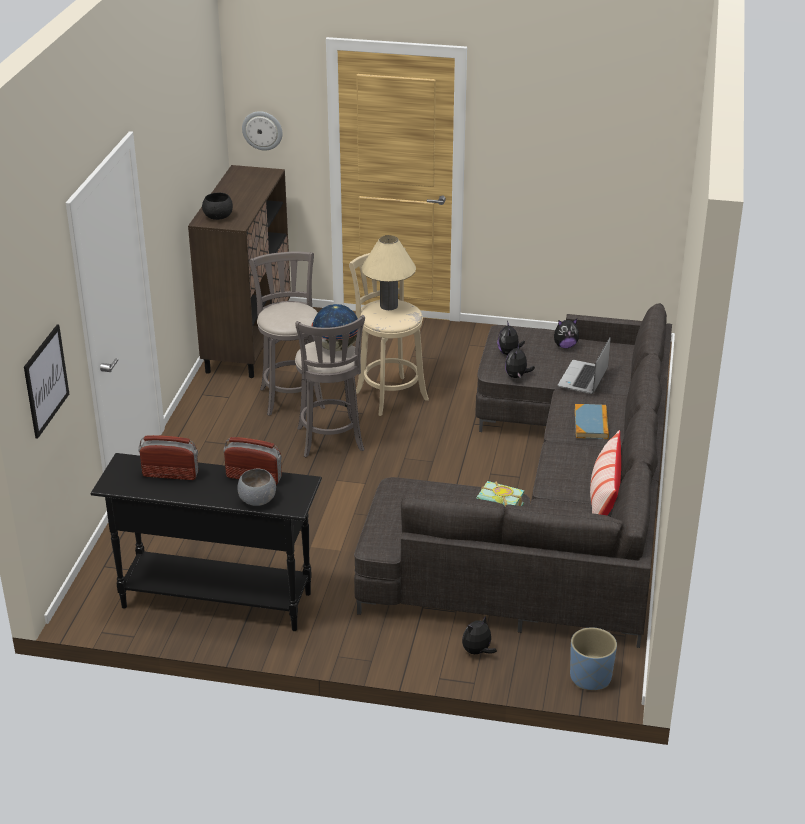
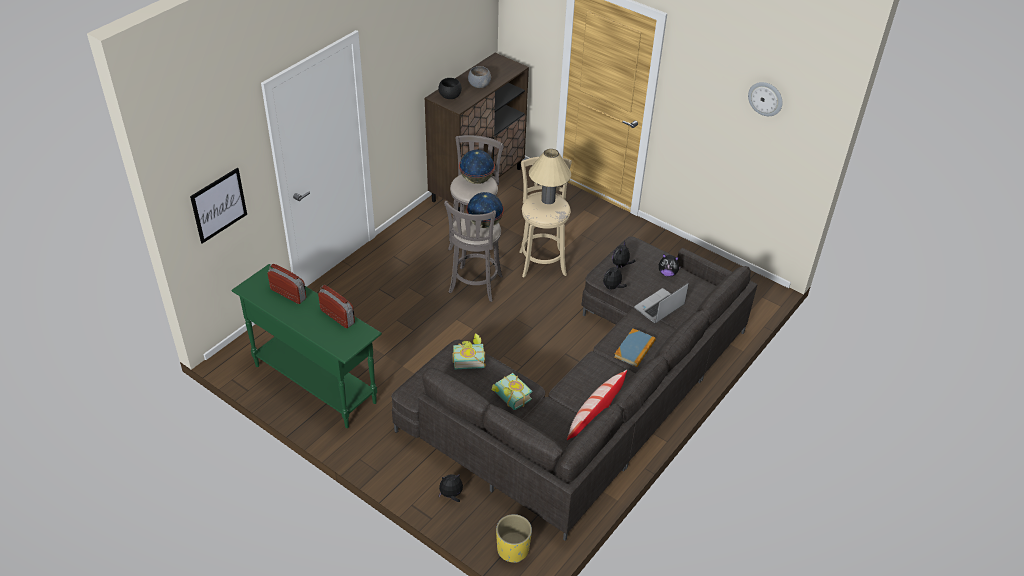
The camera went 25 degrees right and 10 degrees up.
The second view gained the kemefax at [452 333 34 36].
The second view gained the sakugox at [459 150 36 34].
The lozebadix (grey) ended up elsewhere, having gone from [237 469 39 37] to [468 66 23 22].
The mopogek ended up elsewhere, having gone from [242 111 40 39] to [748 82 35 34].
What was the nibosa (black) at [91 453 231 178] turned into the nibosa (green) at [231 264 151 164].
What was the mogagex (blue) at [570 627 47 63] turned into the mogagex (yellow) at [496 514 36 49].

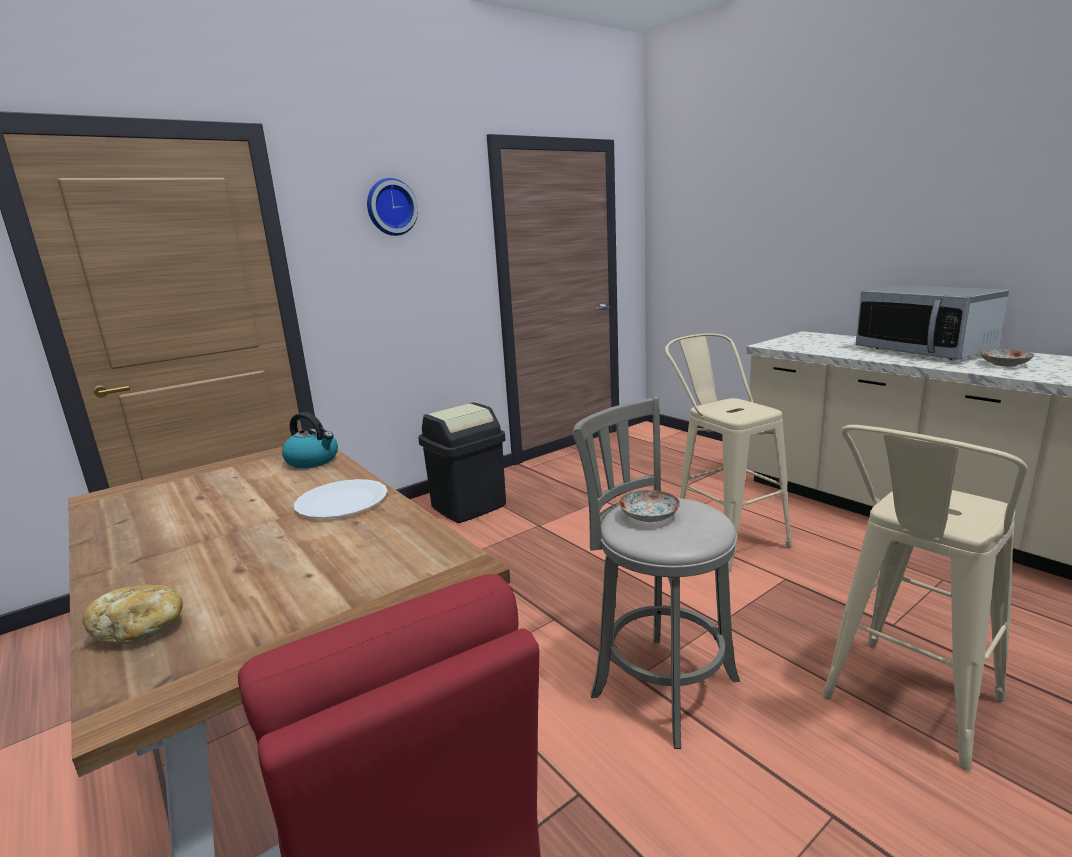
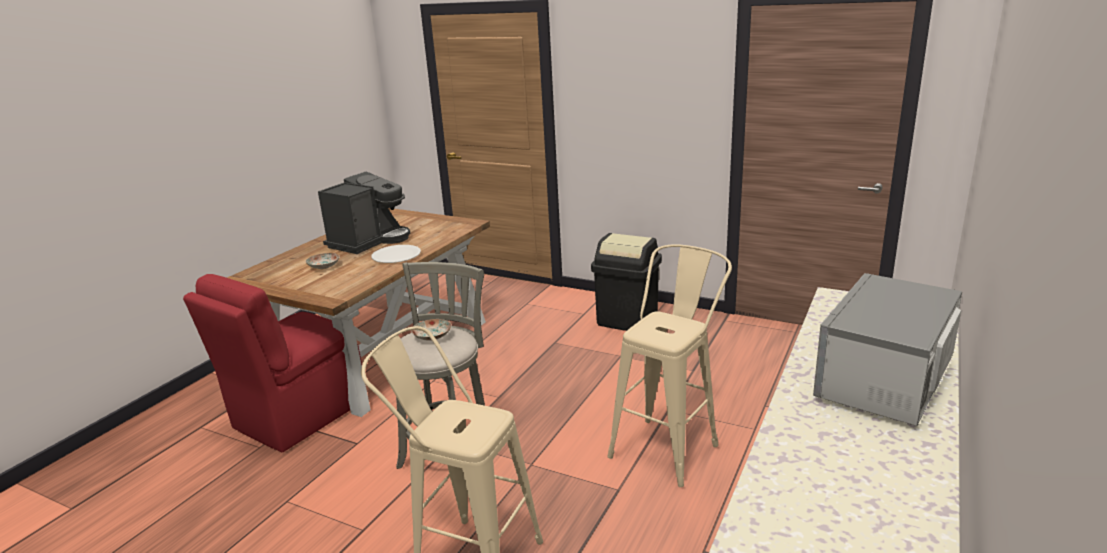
The camera went 65 degrees right and 5 degrees up.
The second view lost the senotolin at [82 585 101 59].
The second view lost the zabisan at [282 412 56 56].
The second view lost the mopogek at [367 178 51 58].
The second view gained the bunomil at [318 171 92 83].
The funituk ended up elsewhere, having gone from [980 349 54 18] to [306 253 34 16].

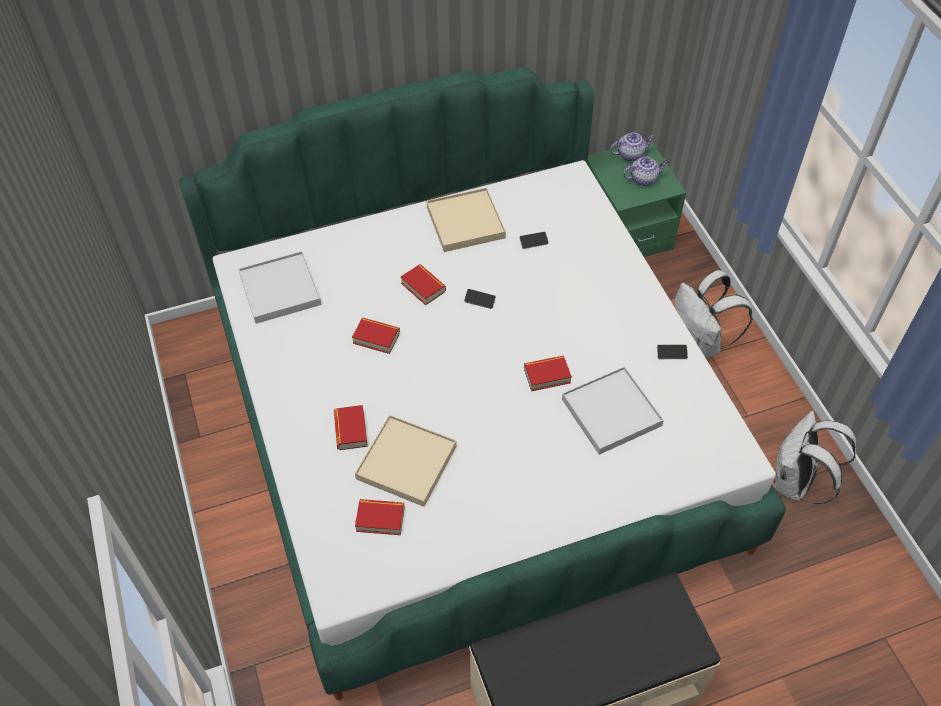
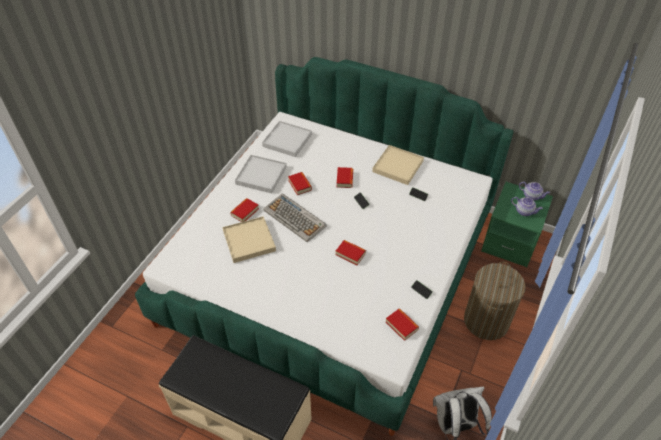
The camera went 45 degrees right and 5 degrees down.
The second view gained the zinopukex at [263 193 64 49].
The kemefax ended up elsewhere, having gone from [355 499 50 36] to [386 309 33 32].
The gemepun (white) ended up elsewhere, having gone from [562 366 102 89] to [235 155 52 38].
Where the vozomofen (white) stood at [675 270 77 88], the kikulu came to stand at [464 262 61 78].

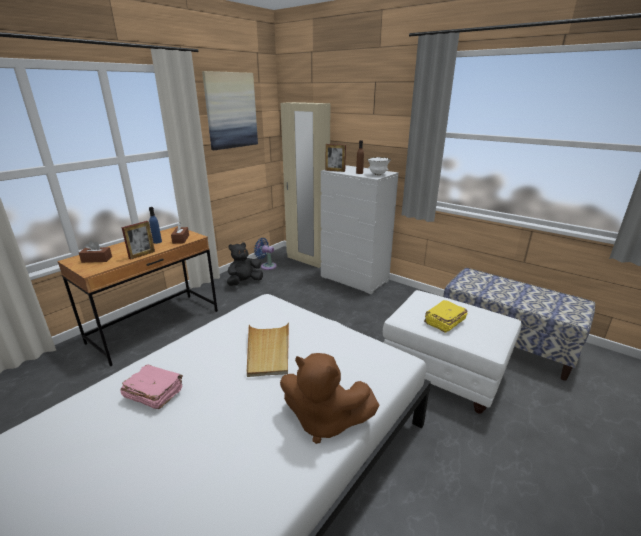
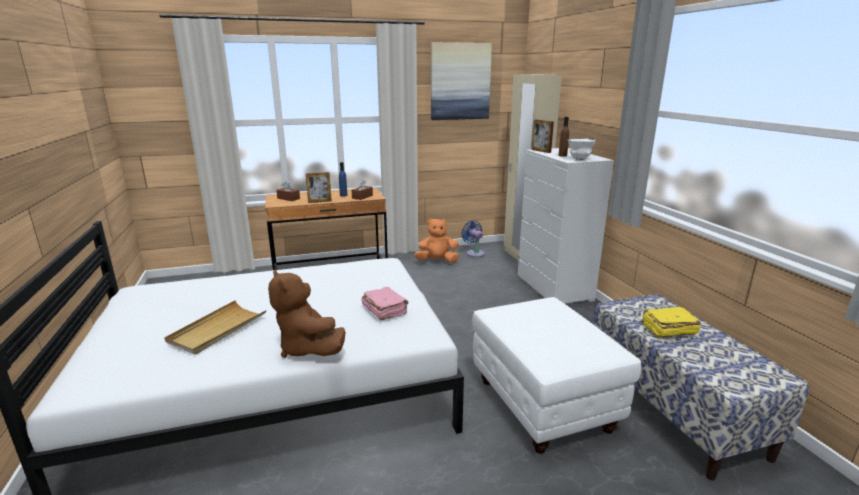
The camera went 35 degrees right and 5 degrees down.
The kemefax (pink) ended up elsewhere, having gone from [120 364 63 45] to [361 287 48 33].
The gemepun (beige) ended up elsewhere, having gone from [247 322 42 55] to [164 300 103 55].
The kemefax (yellow) ended up elsewhere, having gone from [424 300 44 33] to [642 307 59 31].
What was the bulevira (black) at [227 242 36 44] turned into the bulevira (orange) at [415 218 44 45].

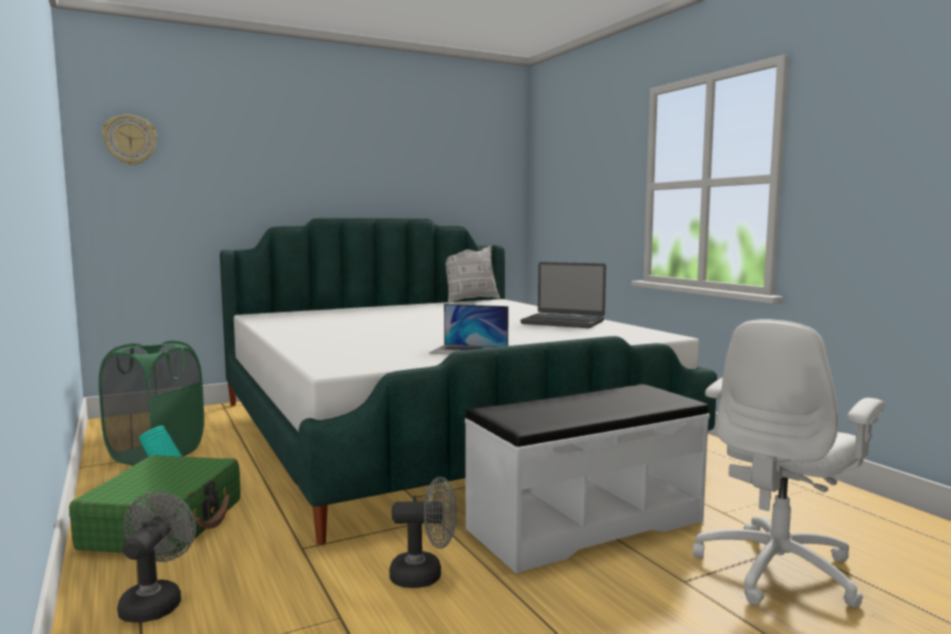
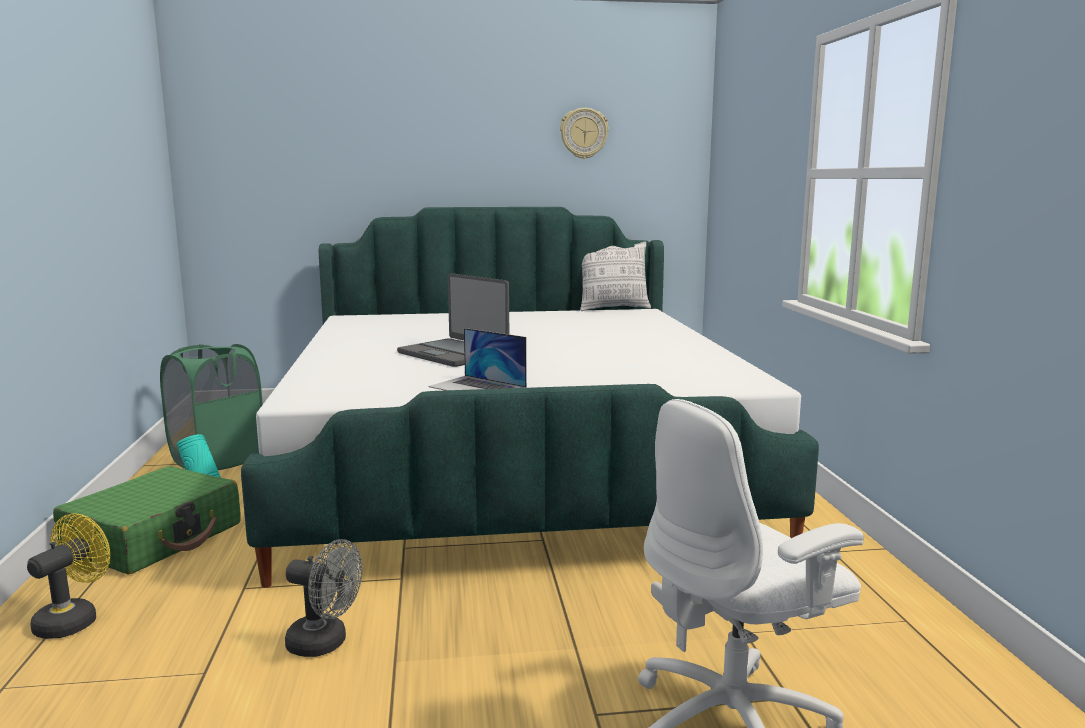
The camera went 20 degrees right and 5 degrees up.
The second view lost the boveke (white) at [465 384 245 190].
The mopogek ended up elsewhere, having gone from [102 114 55 51] to [560 108 49 51].
The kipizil ended up elsewhere, having gone from [520 262 86 66] to [397 273 112 94].
What was the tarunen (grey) at [117 491 79 132] turned into the tarunen (yellow) at [27 513 83 126].

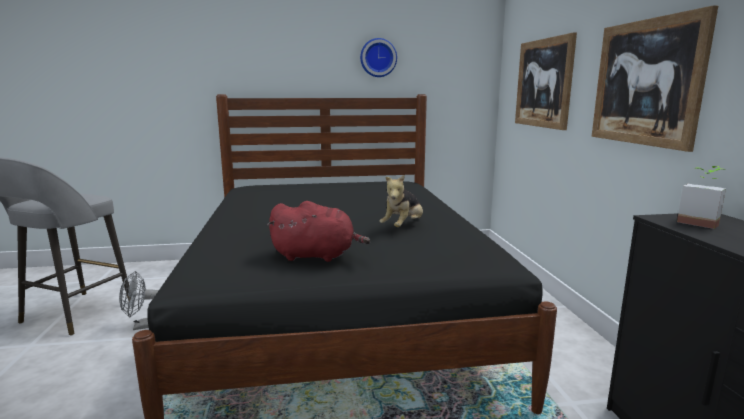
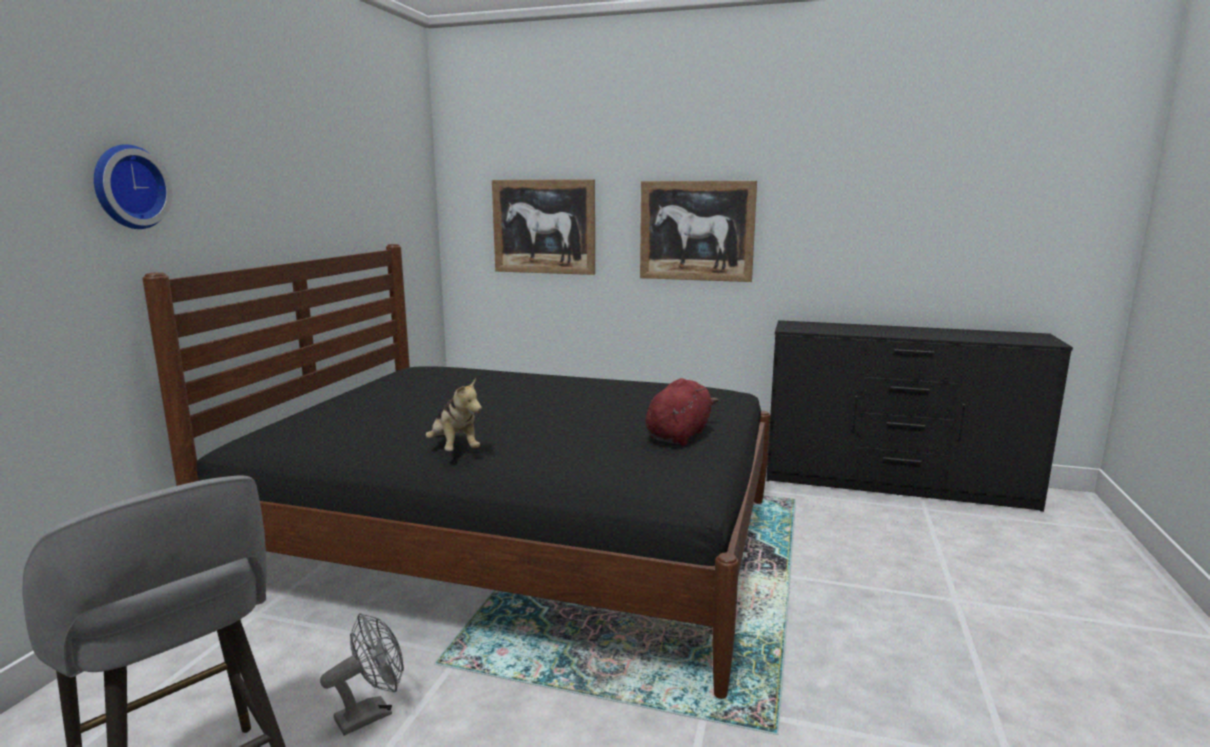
The camera went 65 degrees left and 0 degrees up.
The second view lost the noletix at [677 166 49 63].
The mopogek ended up elsewhere, having gone from [360 38 37 39] to [94 144 78 85].
The bulevira ended up elsewhere, having gone from [379 174 44 53] to [426 378 56 73].
The tarunen (grey) at [119 271 40 59] ended up facing another way, 135 degrees counterclockwise from before.

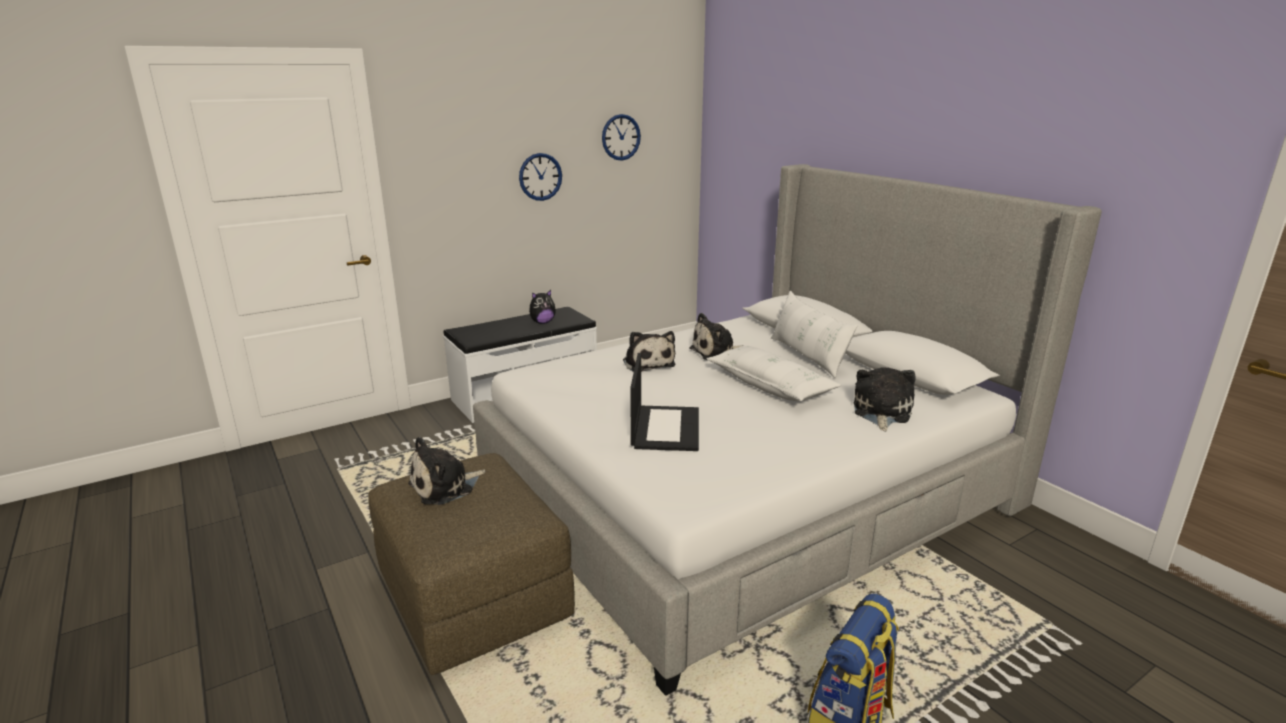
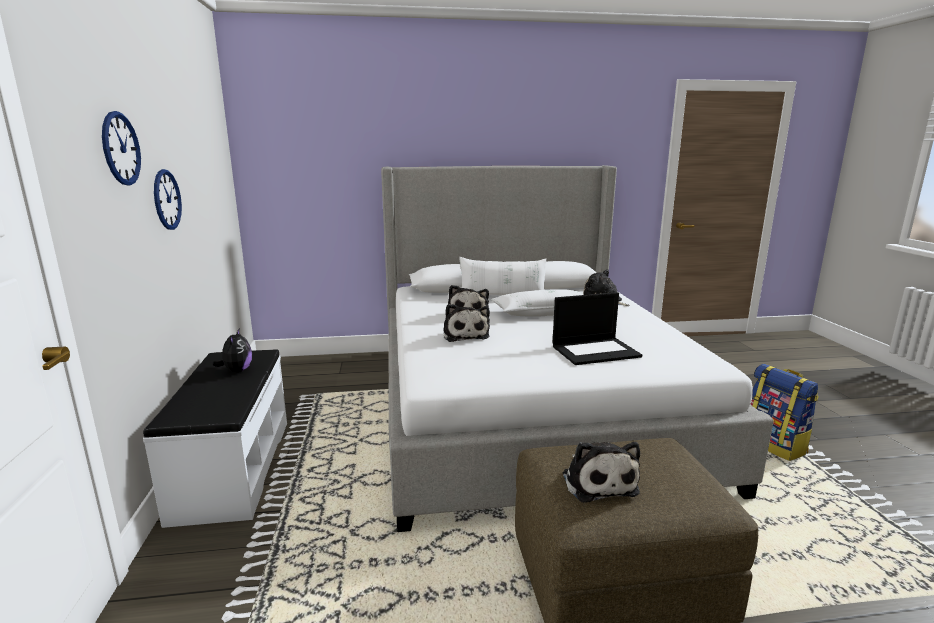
The camera went 65 degrees left and 5 degrees down.
The mopogek ended up elsewhere, having gone from [602 114 39 47] to [102 111 39 74].
The bulevira at [623 331 53 41] ended up facing another way, 75 degrees clockwise from before.
The kipizil at [630 353 69 98] ended up facing another way, 135 degrees clockwise from before.

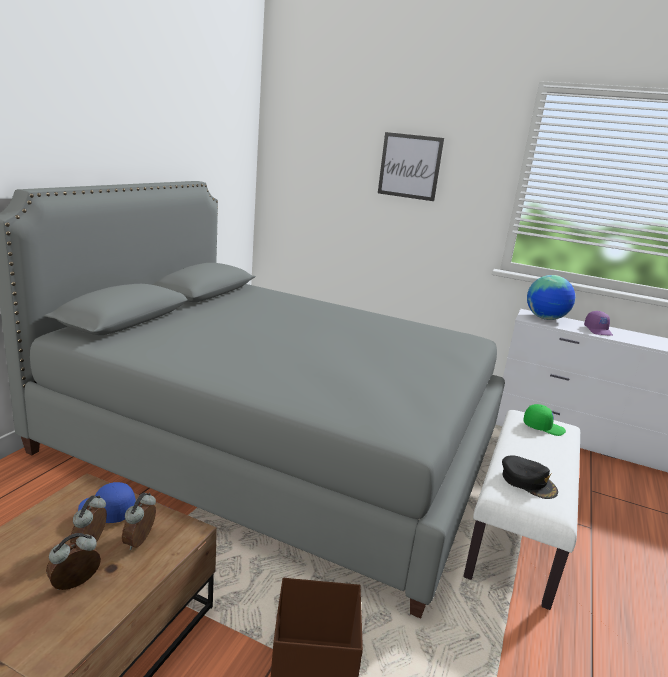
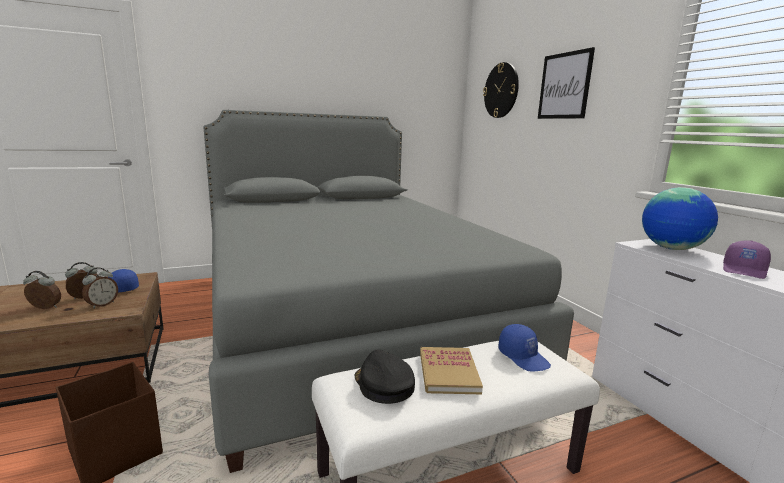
The camera went 45 degrees right and 5 degrees down.
The second view gained the kemefax at [420 347 63 47].
The second view gained the mopogek at [483 62 36 56].
What was the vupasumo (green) at [523 404 43 32] turned into the vupasumo (blue) at [498 324 53 48].
The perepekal at [122 492 34 58] ended up facing another way, 150 degrees clockwise from before.
The vupasumo (black) at [502 455 56 44] ended up facing another way, 150 degrees clockwise from before.

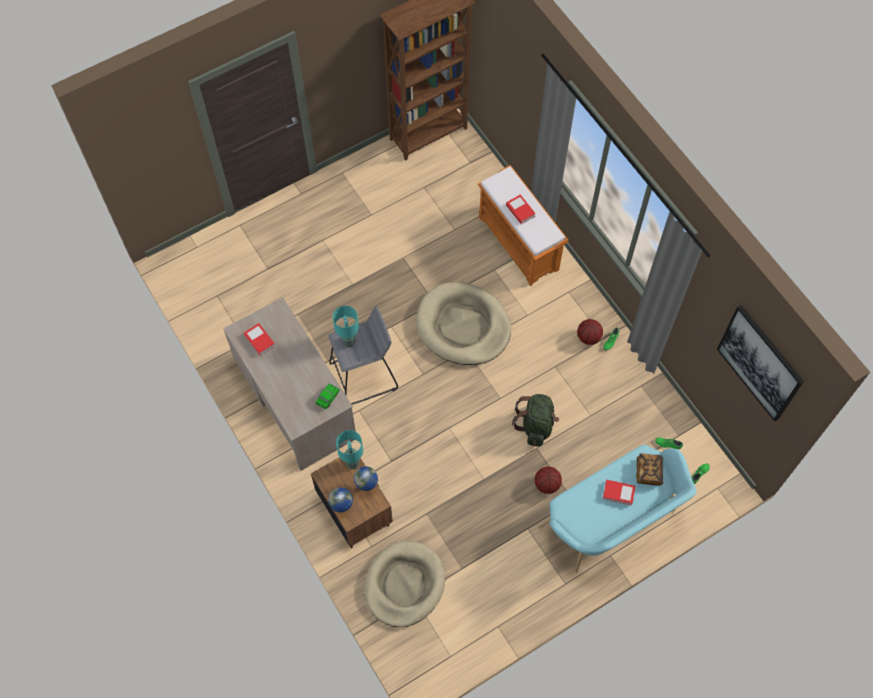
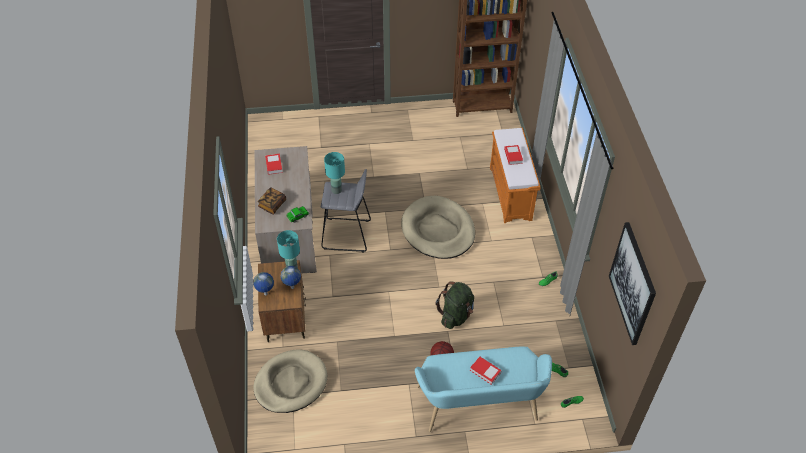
The camera went 25 degrees right and 15 degrees down.
The second view lost the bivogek at [577 319 26 26].
The kemefax ended up elsewhere, having gone from [636 453 27 33] to [257 187 29 28].

